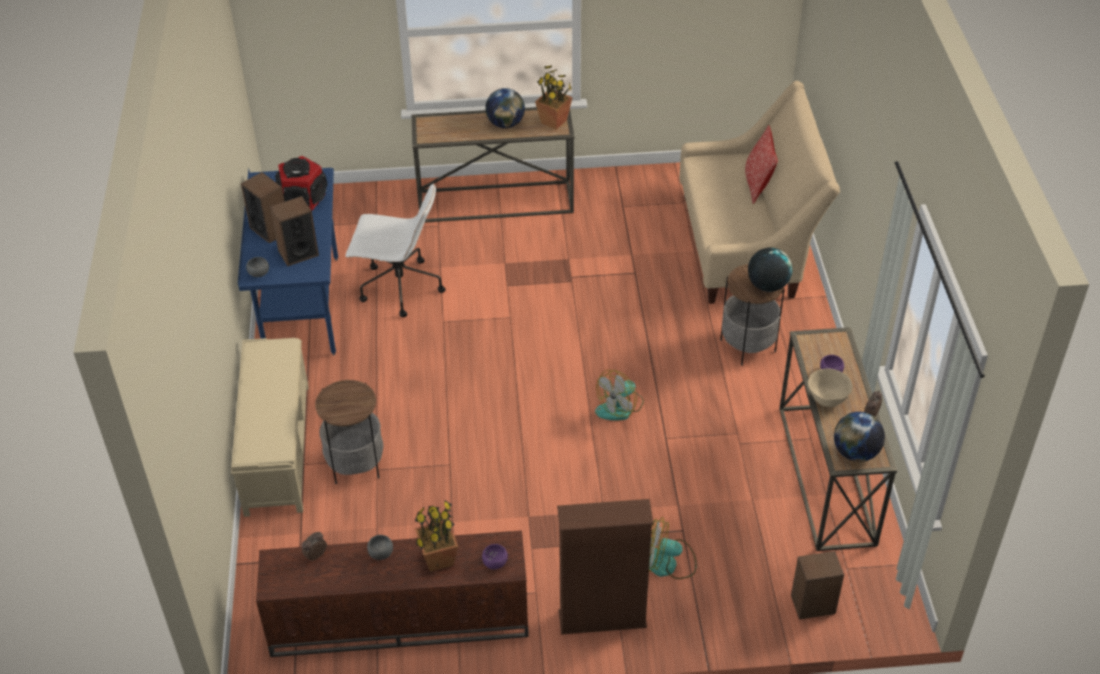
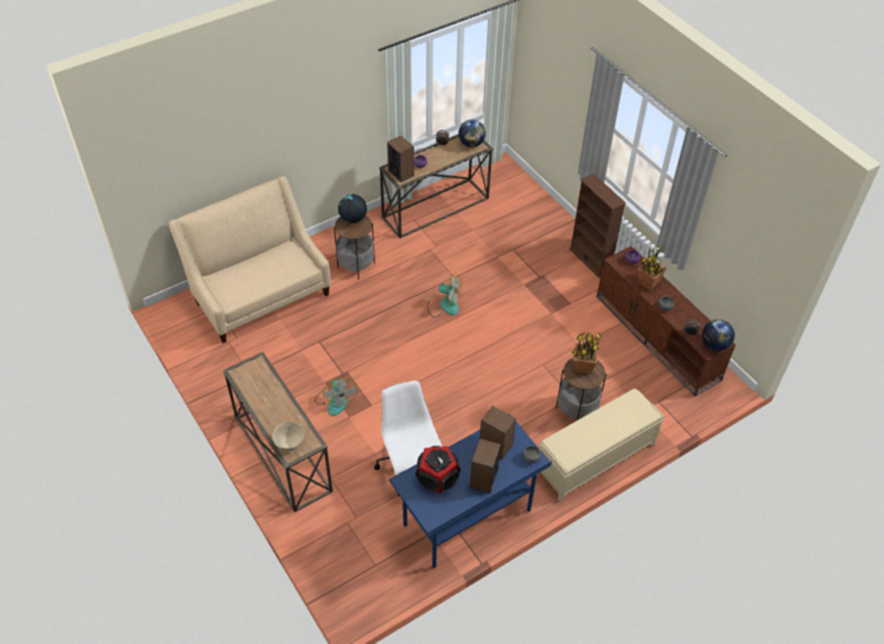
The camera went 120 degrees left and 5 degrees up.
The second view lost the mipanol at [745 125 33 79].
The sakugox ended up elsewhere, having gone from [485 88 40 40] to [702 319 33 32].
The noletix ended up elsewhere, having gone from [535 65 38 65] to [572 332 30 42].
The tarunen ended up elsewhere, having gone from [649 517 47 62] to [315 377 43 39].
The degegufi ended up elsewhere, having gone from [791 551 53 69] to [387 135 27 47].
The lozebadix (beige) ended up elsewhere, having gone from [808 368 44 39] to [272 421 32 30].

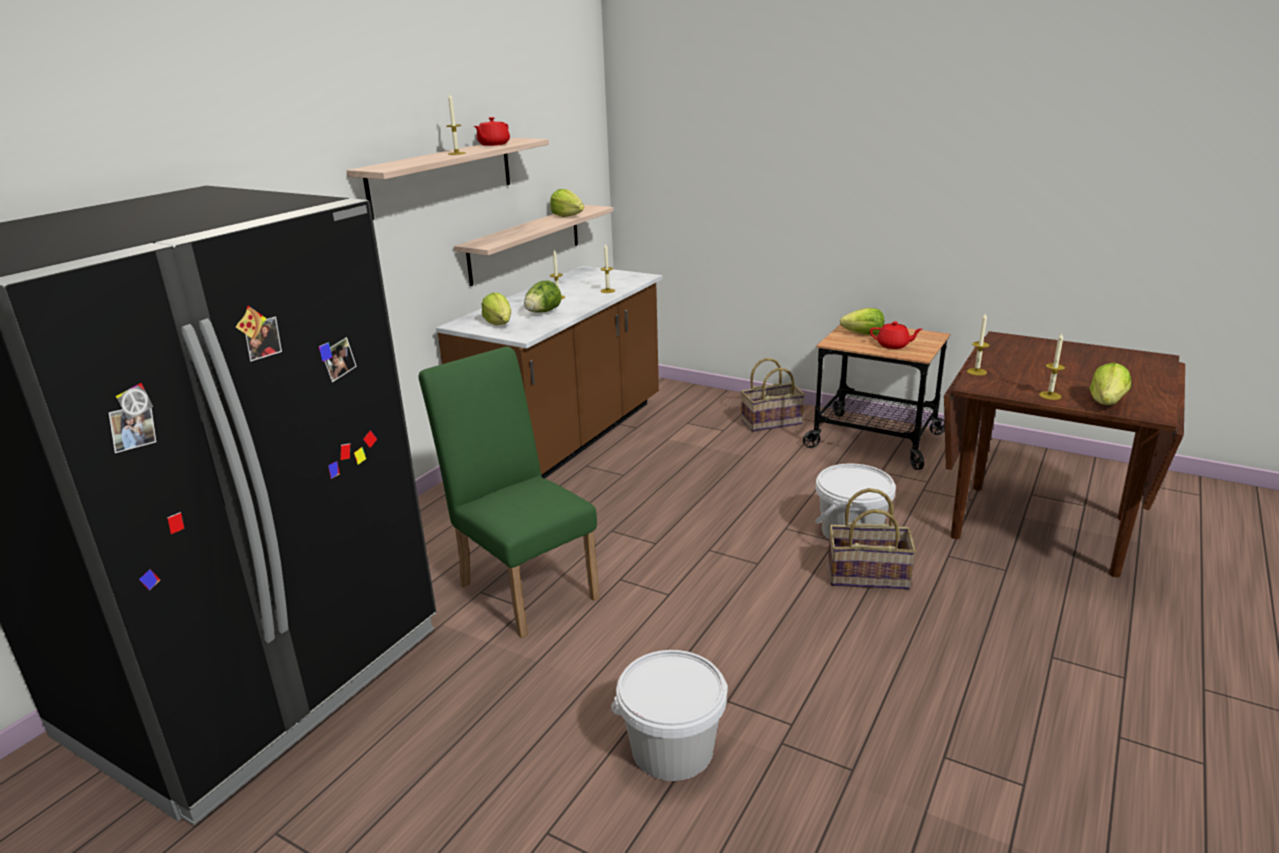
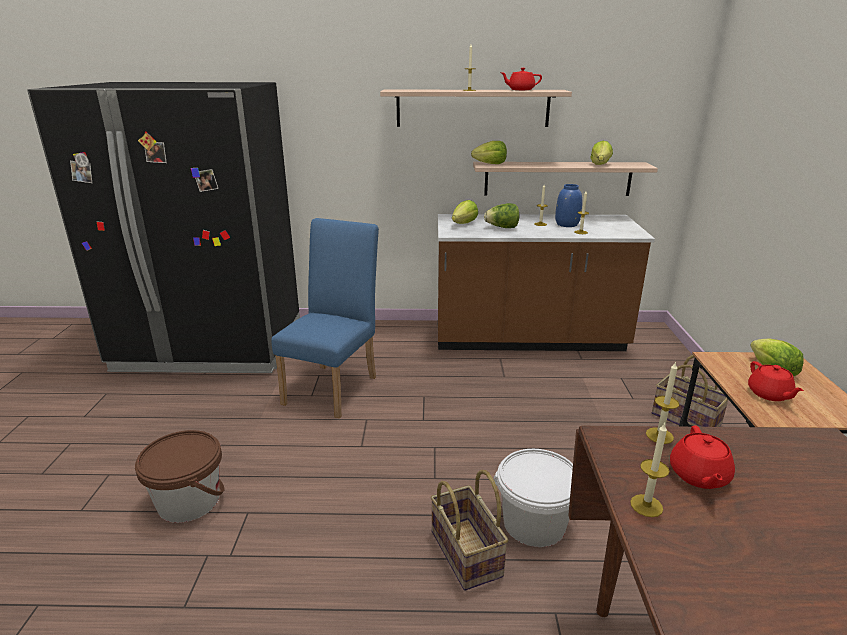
The camera went 60 degrees right and 0 degrees up.
The second view gained the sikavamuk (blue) at [555 184 27 43].
The second view gained the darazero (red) at [670 425 65 64].
The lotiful ended up elsewhere, having gone from [1090 363 41 42] to [471 141 36 23].
What was the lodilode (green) at [419 346 181 292] turned into the lodilode (blue) at [271 218 108 200].
What was the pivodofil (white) at [611 650 117 131] turned into the pivodofil (brown) at [135 430 90 93].

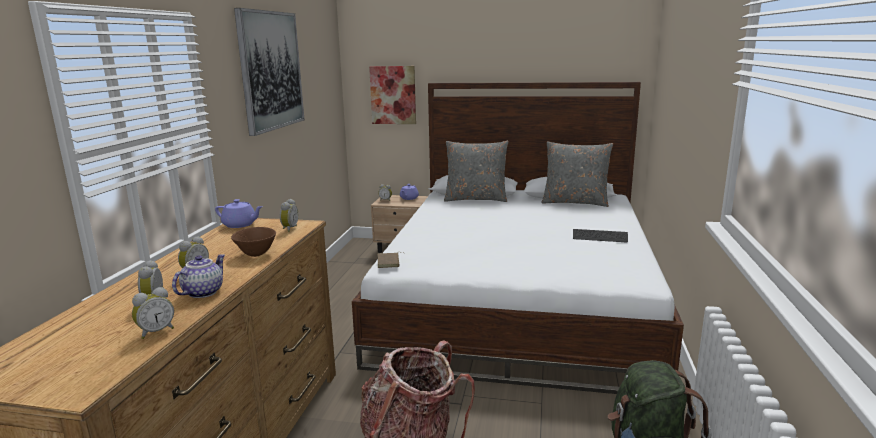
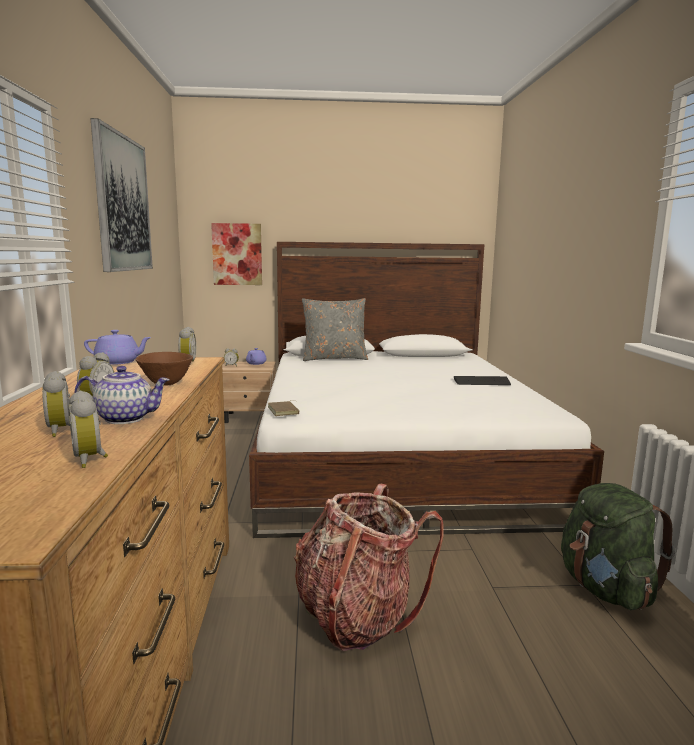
The camera went 15 degrees left and 5 degrees down.
The second view lost the mipanol (grey) at [542 142 71 65].
The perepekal at [132 287 42 52] ended up facing another way, 120 degrees clockwise from before.
The darazero at [172 254 53 44] ended up facing another way, 75 degrees clockwise from before.

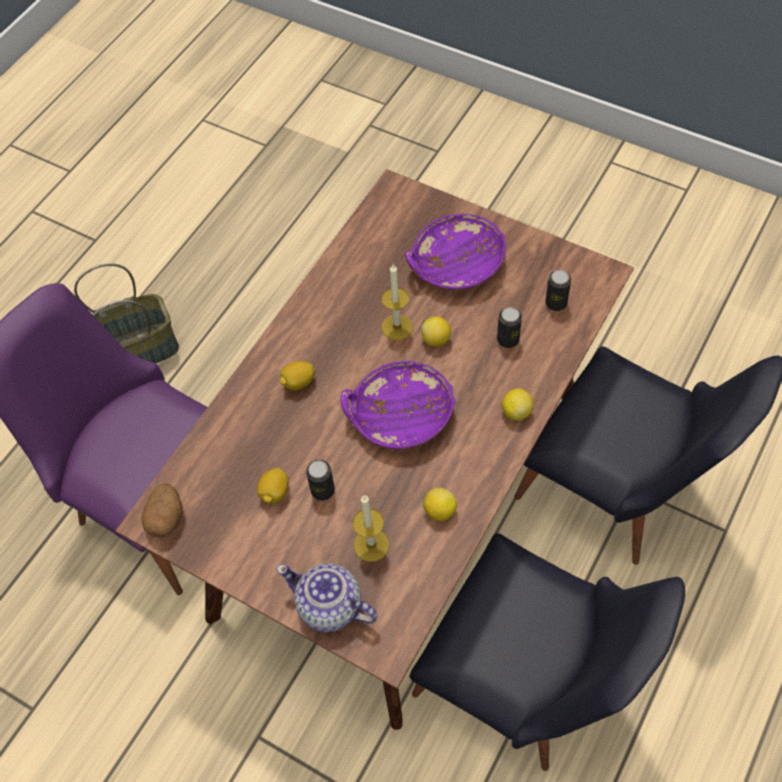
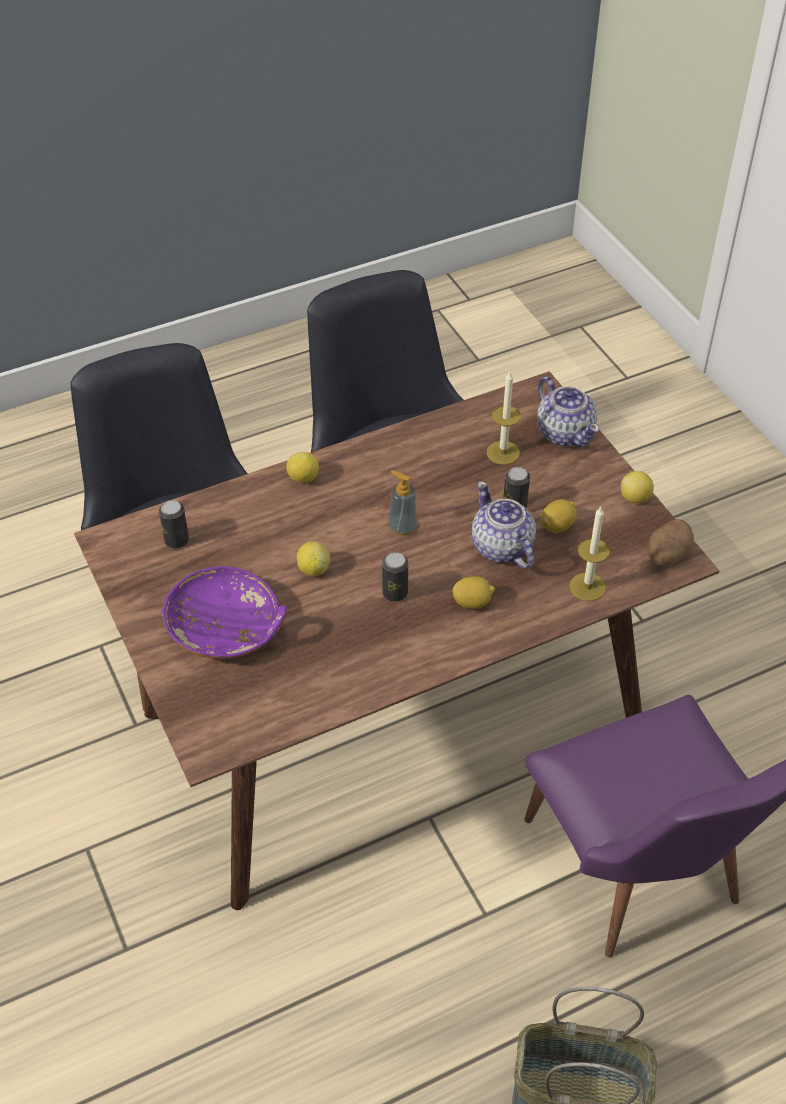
The camera went 150 degrees left and 10 degrees down.
The second view gained the darazero at [472 481 64 88].
The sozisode ended up elsewhere, having gone from [382 264 31 76] to [569 507 41 94].
The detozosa ended up elsewhere, having gone from [423 488 34 33] to [621 471 33 33].
The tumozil ended up elsewhere, having gone from [497 307 25 41] to [382 552 26 50].
Where the lozebadix (purple) stood at [340 361 115 88], the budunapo came to stand at [389 470 28 66].

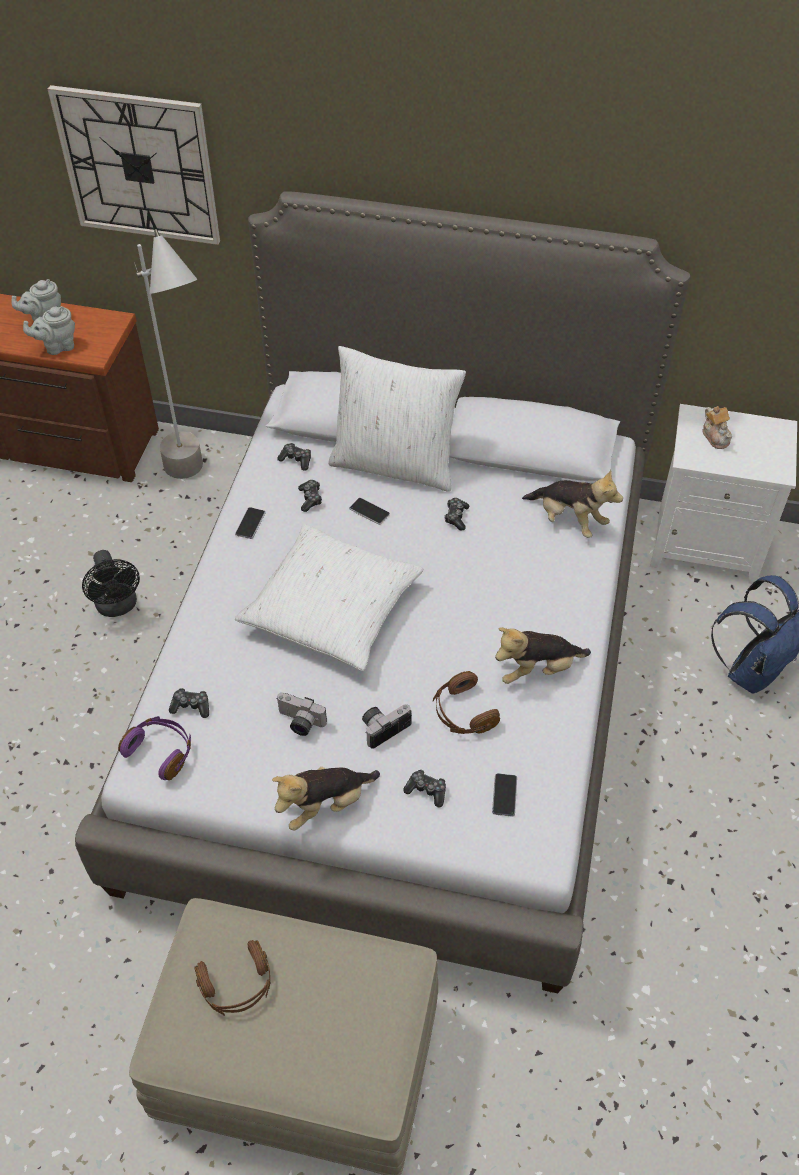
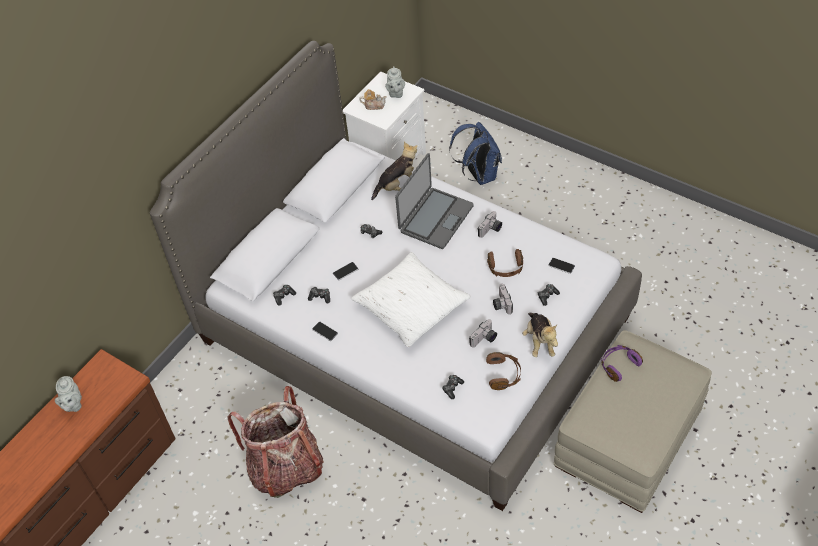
The camera went 65 degrees left and 0 degrees up.
The second view lost the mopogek at [48 85 172 160].
The second view lost the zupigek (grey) at [134 229 69 250].
The second view lost the mipanol (white) at [328 346 138 146].
The second view gained the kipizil at [395 153 79 96].
The darazero (grey) ended up elsewhere, having gone from [23 306 52 49] to [385 66 20 32].
The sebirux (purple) ended up elsewhere, having gone from [118 716 73 64] to [601 345 42 37].
The sebirux (brown) ended up elsewhere, having gone from [194 940 76 76] to [486 352 35 38].
Where the tarunen (black) stood at [82 550 58 67], the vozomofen came to stand at [228 386 96 112].
Where the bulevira stood at [495 627 96 57], the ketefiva came to stand at [477 211 25 27].

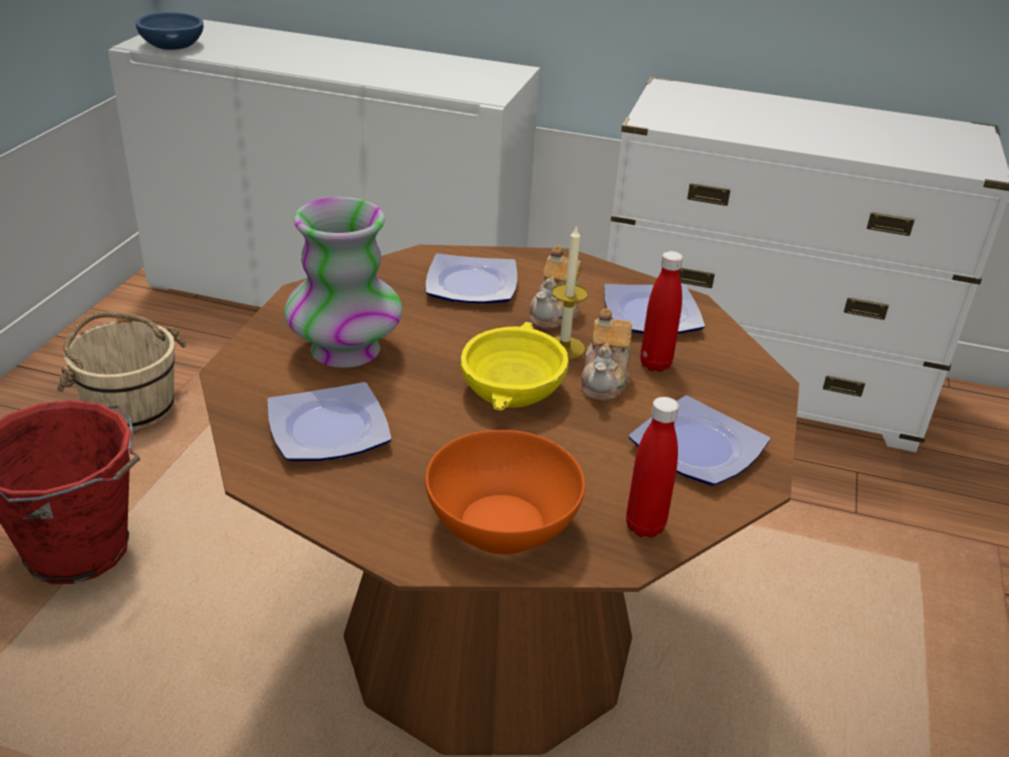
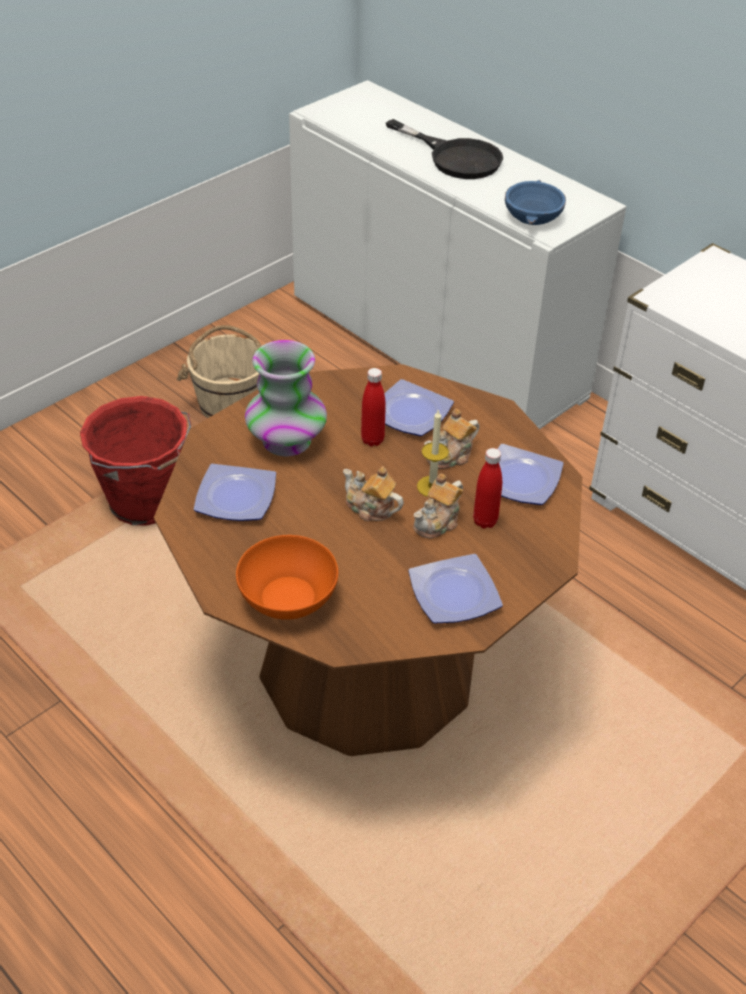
The camera went 30 degrees right and 10 degrees up.
The second view gained the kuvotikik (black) at [386 119 117 60].
The lozebadix (blue) ended up elsewhere, having gone from [135 12 69 38] to [505 180 61 45].
The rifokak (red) ended up elsewhere, having gone from [626 397 53 141] to [361 368 25 78].
Where the lozebadix (yellow) stood at [460 321 109 90], the darazero came to stand at [343 466 61 55].

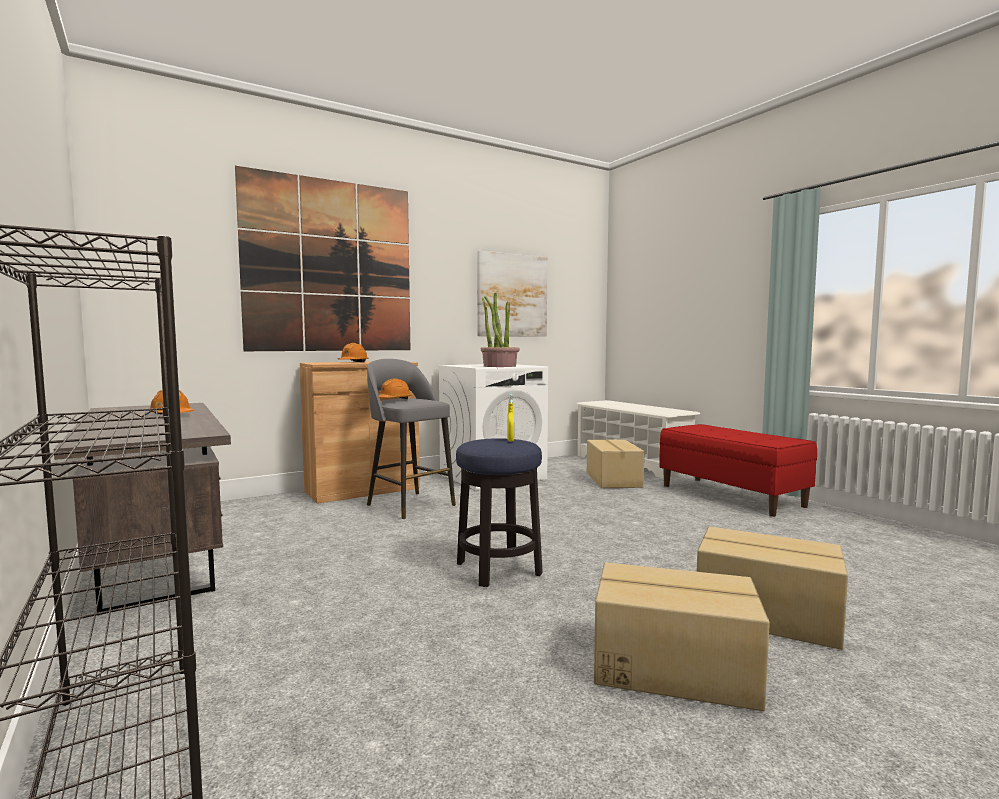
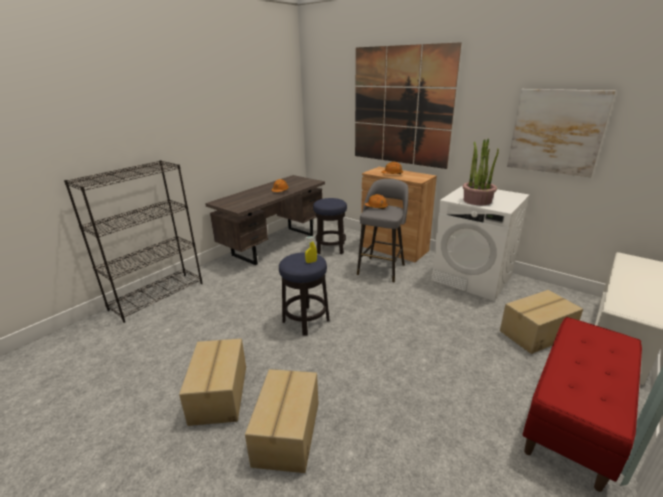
The camera went 70 degrees right and 20 degrees up.
The second view gained the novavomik at [313 198 34 56].

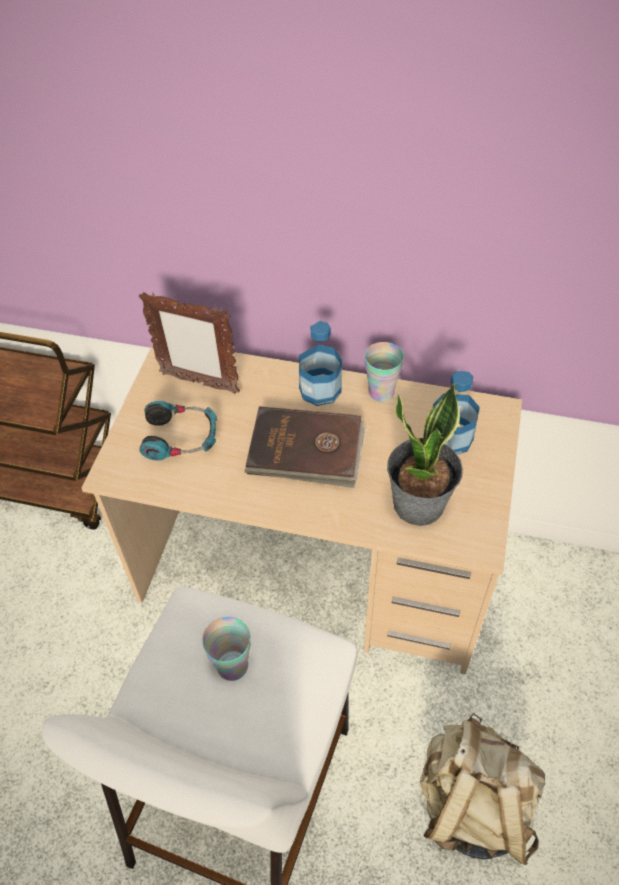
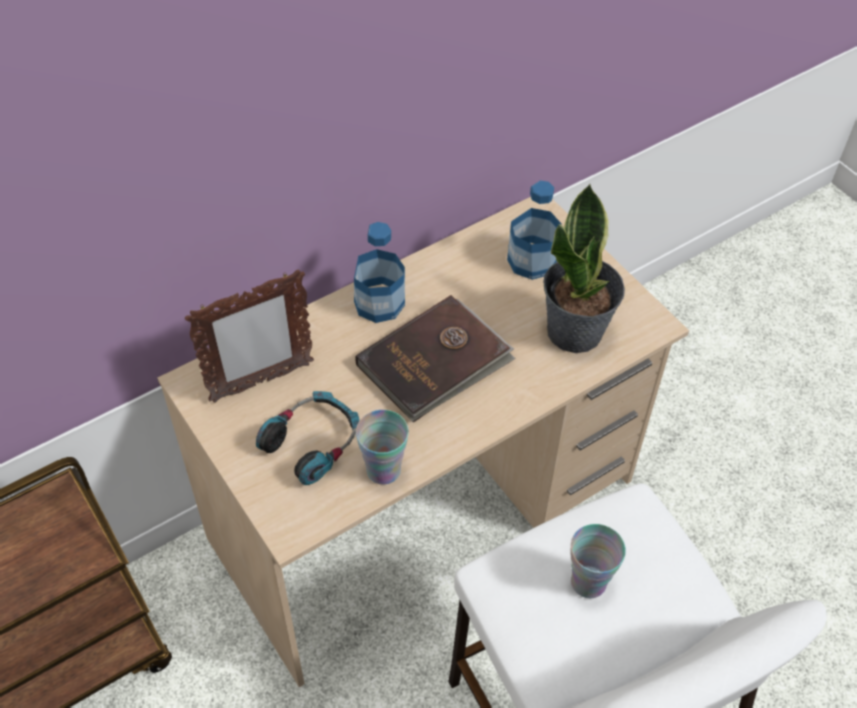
The camera went 50 degrees left and 0 degrees up.
The second view lost the vozomofen (beige) at [420 713 126 152].
The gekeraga ended up elsewhere, having gone from [364 342 40 60] to [356 410 53 75].

